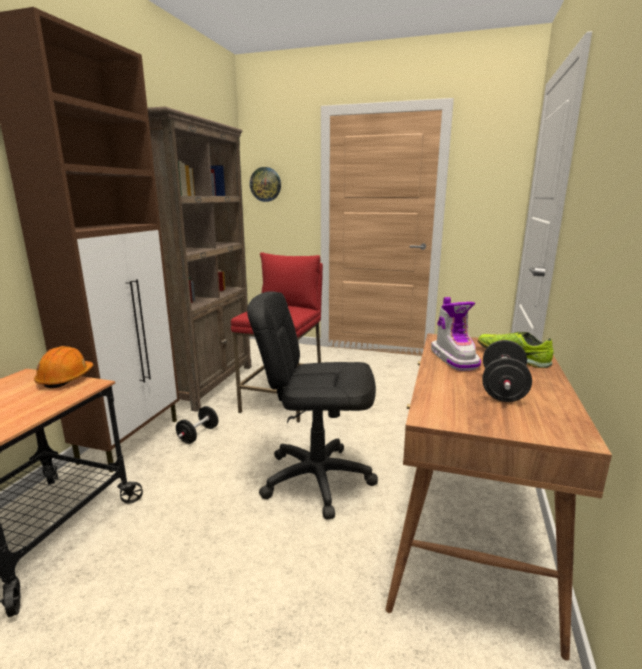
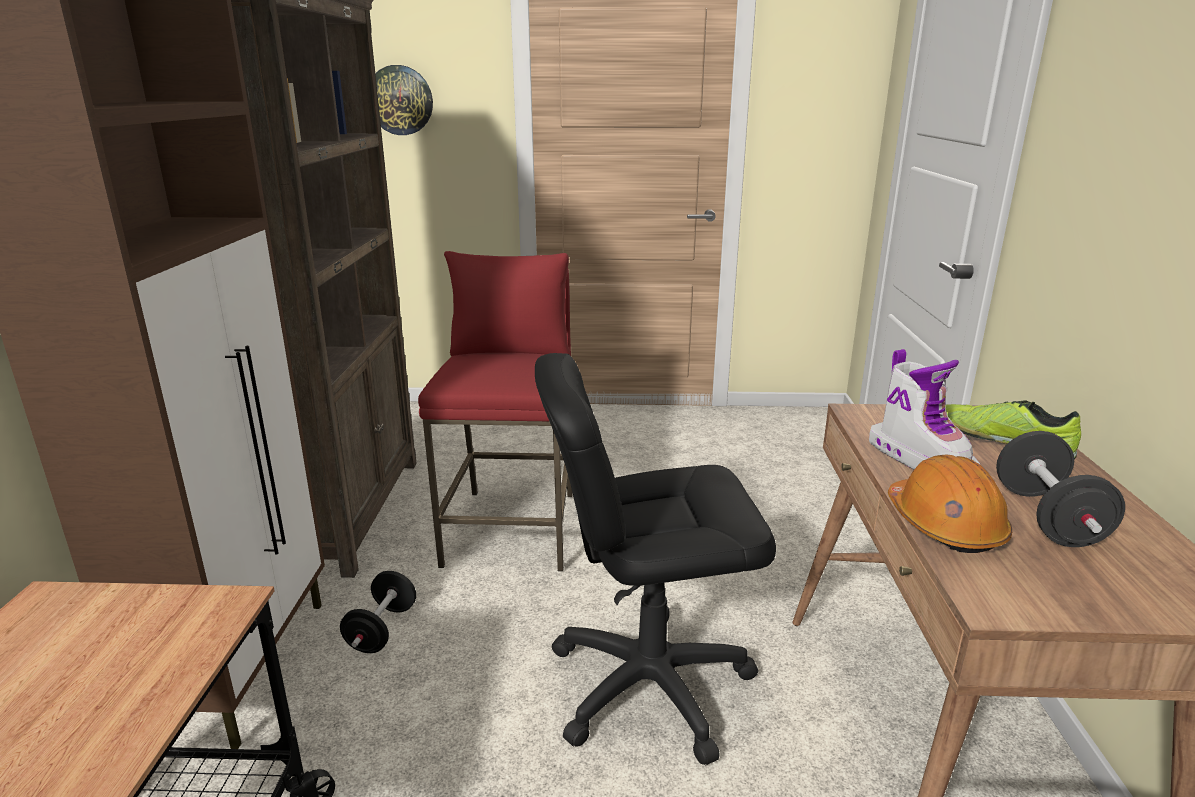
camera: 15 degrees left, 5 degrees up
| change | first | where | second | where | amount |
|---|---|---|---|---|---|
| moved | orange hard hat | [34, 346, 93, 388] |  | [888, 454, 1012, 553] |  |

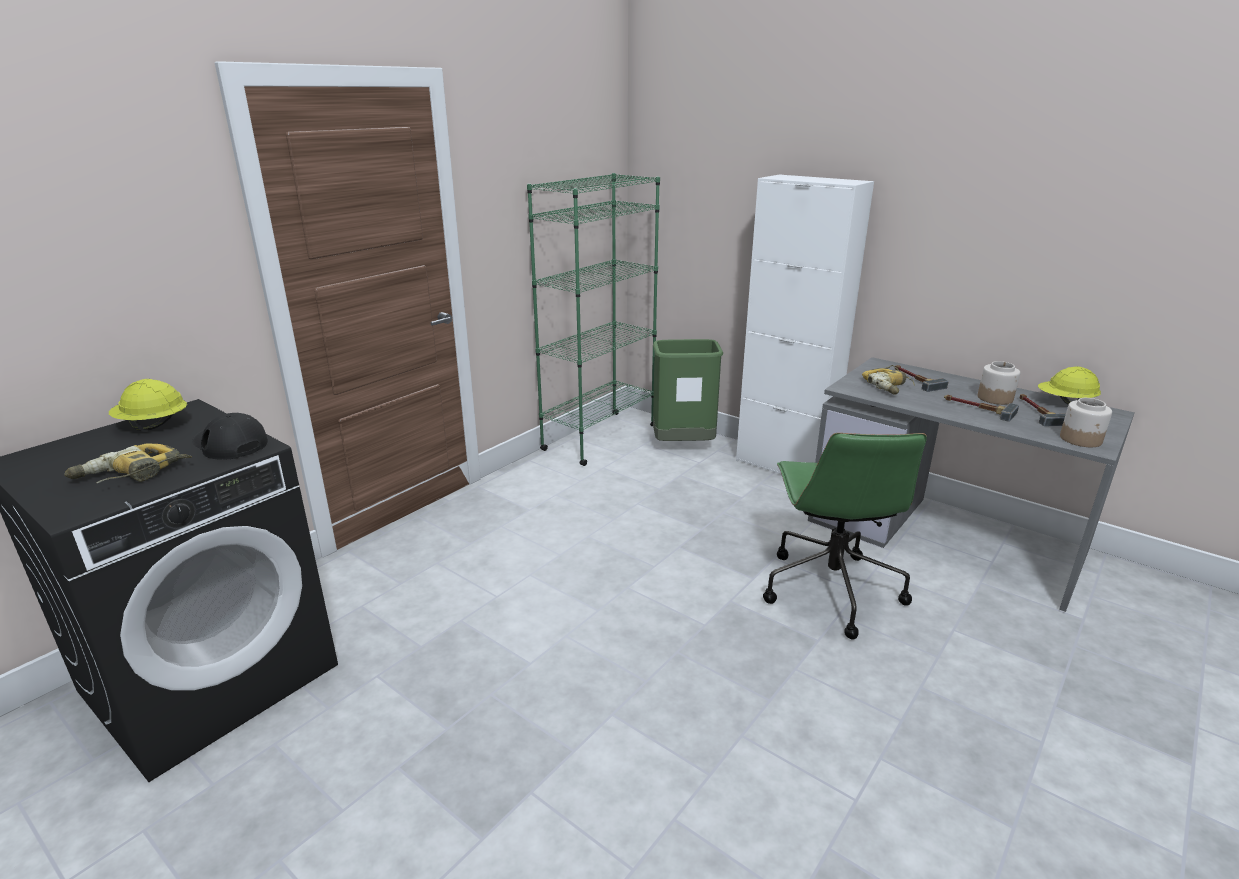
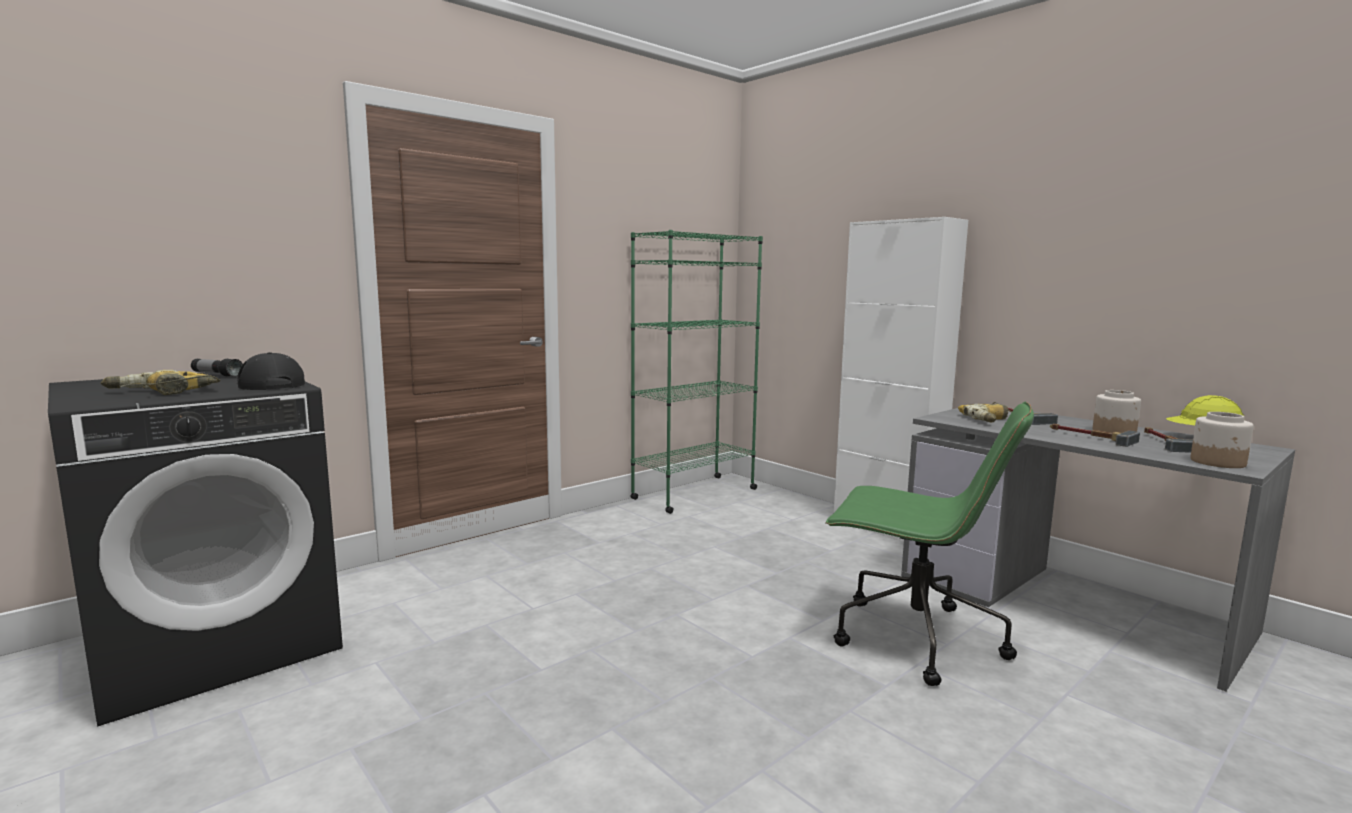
camera: 10 degrees right, 15 degrees down
| change | first | where | second | where | amount |
|---|---|---|---|---|---|
| replaced | yellow hard hat | [109, 379, 187, 431] | flashlight | [191, 359, 243, 377] |  |
| turned | green office chair | [763, 433, 927, 639] |  | [825, 402, 1034, 686] | 75 degrees counterclockwise |
| removed | green trash can | [653, 339, 723, 441] |  |  |  |

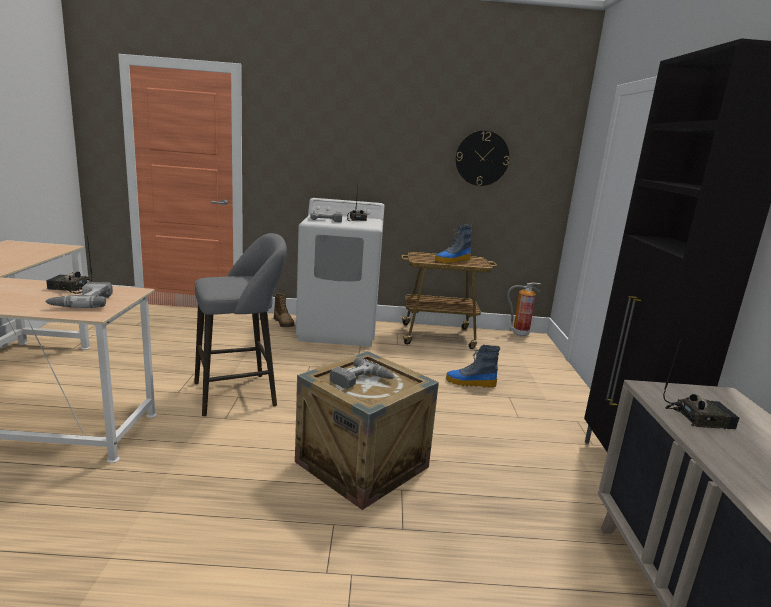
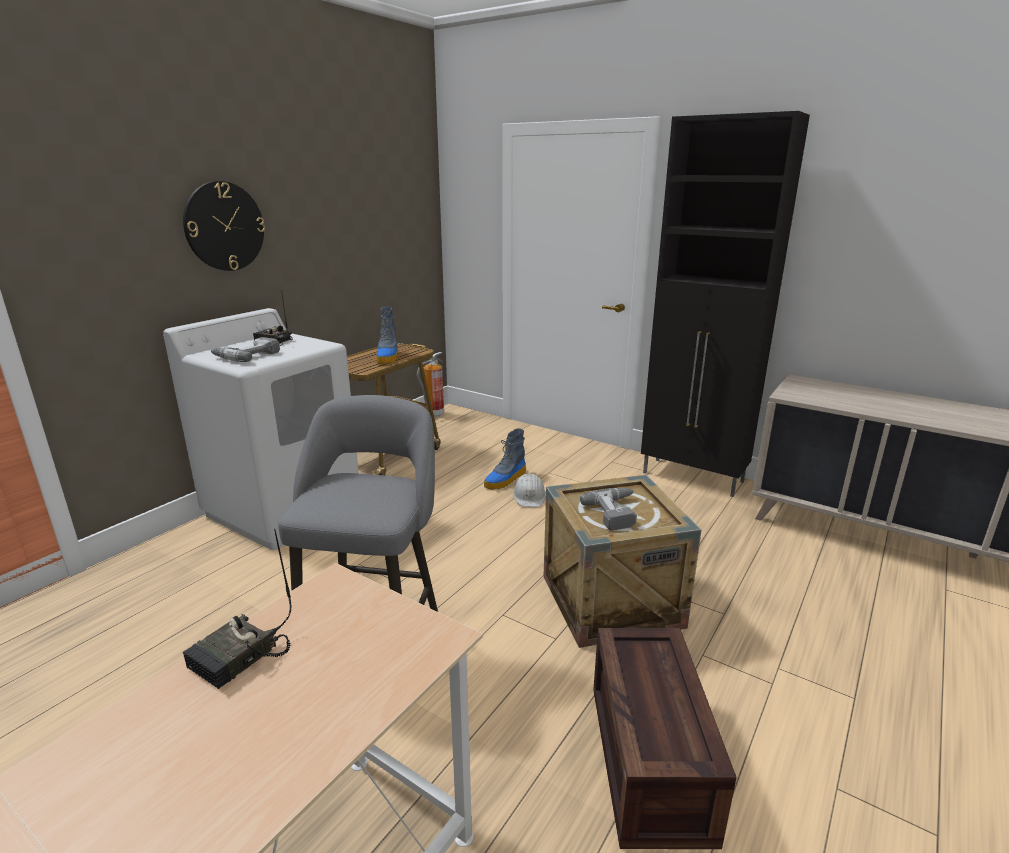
camera: 55 degrees left, 5 degrees up
| change | first | where | second | where | amount |
|---|---|---|---|---|---|
| moved | wall clock | [456, 131, 509, 186] |  | [183, 181, 265, 271] |  |
| added |  |  | white hard hat | [513, 473, 546, 507] |  |
| added |  |  | crate | [593, 628, 737, 849] |  |
| removed | power drill | [45, 282, 113, 308] |  |  |  |
| removed | boot | [274, 293, 294, 327] |  |  |  |
| removed | radio | [663, 338, 739, 429] |  |  |  |

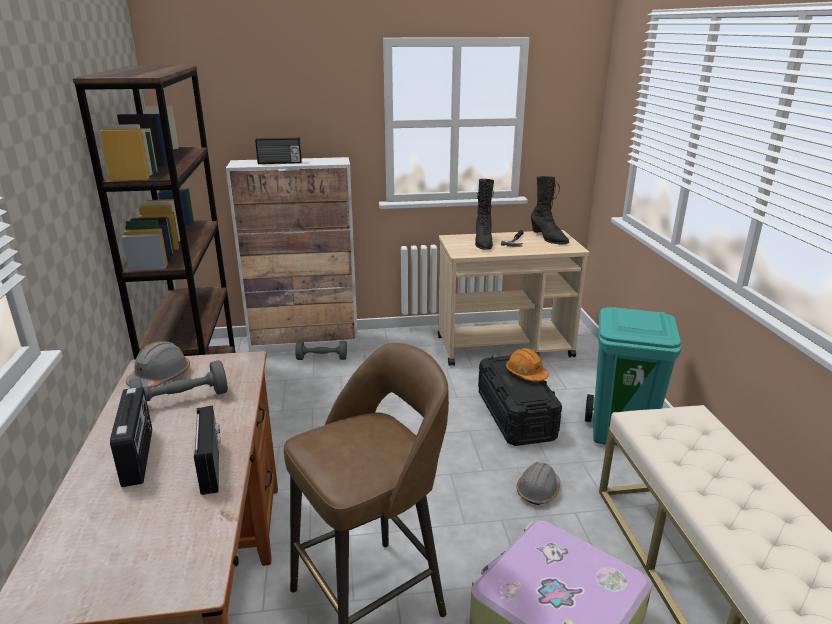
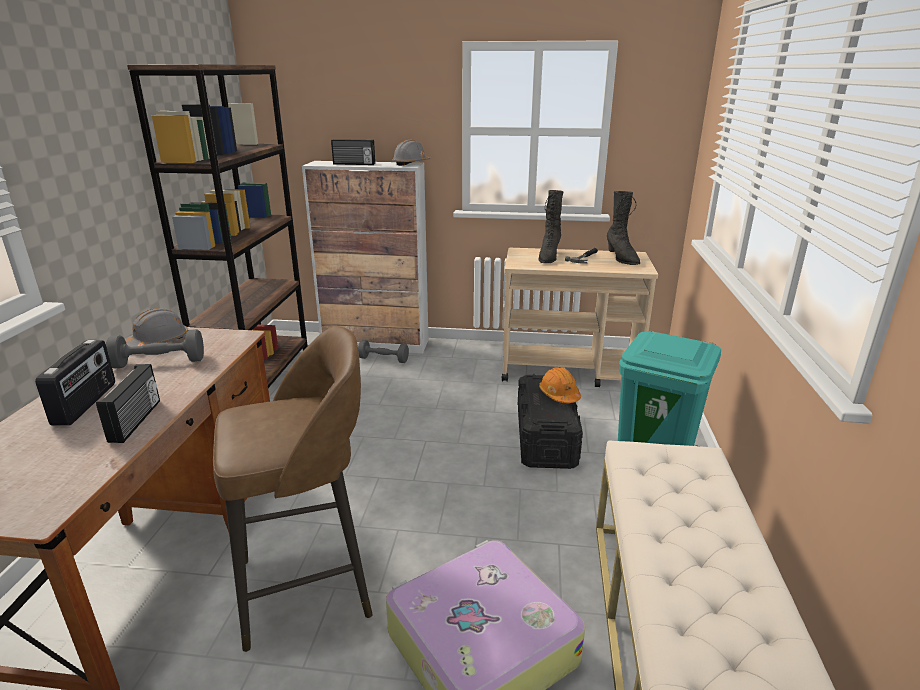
camera: 15 degrees right, 0 degrees up
| change | first | where | second | where | amount |
|---|---|---|---|---|---|
| moved | grey hard hat | [516, 462, 560, 505] |  | [392, 140, 430, 166] |  |

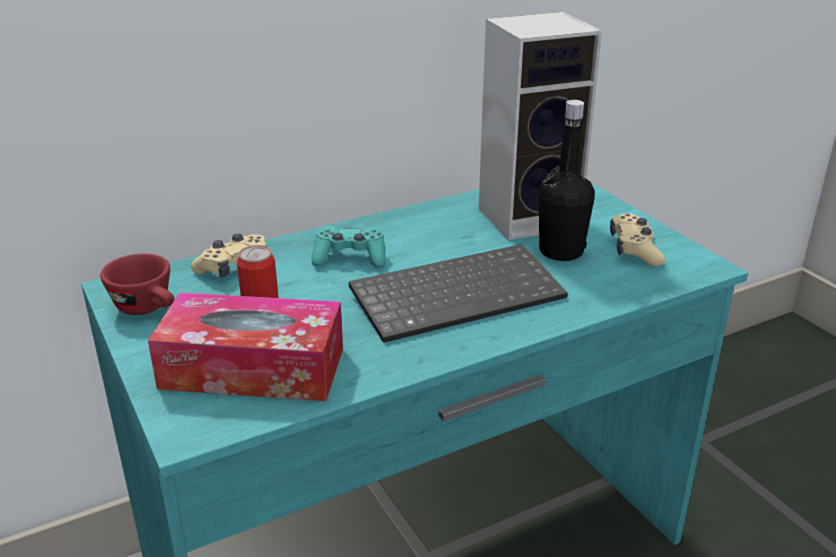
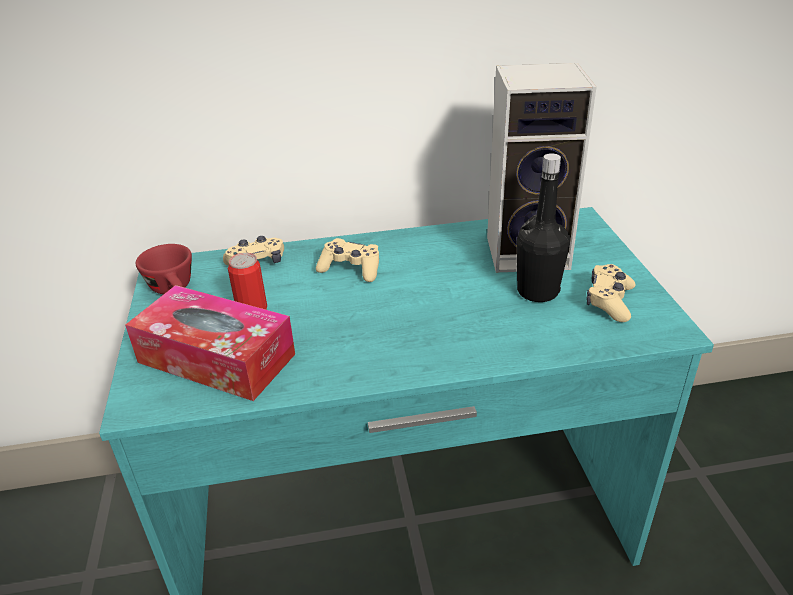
camera: 20 degrees right, 5 degrees up
| change | first | where | second | where | amount |
|---|---|---|---|---|---|
| recoloured | turquoise game controller | [312, 226, 386, 268] | beige game controller | [316, 238, 379, 282] |  |
| removed | keyboard | [349, 244, 568, 343] |  |  |  |

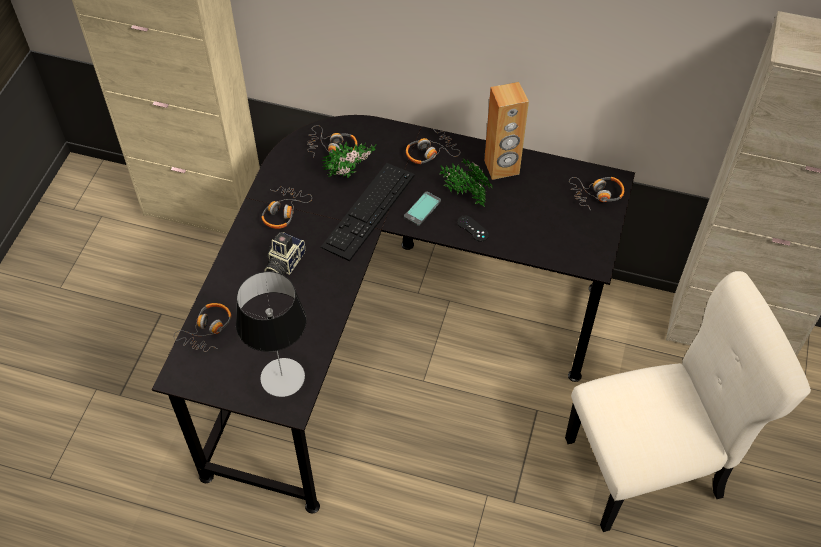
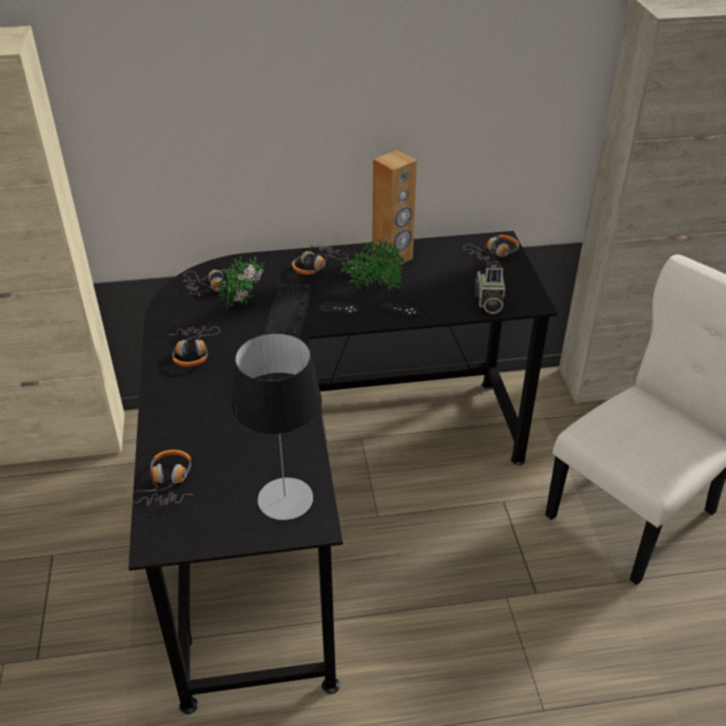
camera: 25 degrees left, 15 degrees down
| change | first | where | second | where | amount |
|---|---|---|---|---|---|
| replaced | phone | [404, 191, 441, 226] | black game controller | [319, 302, 360, 316] |  |
| moved | photo camera | [265, 232, 305, 275] |  | [475, 262, 505, 314] |  |

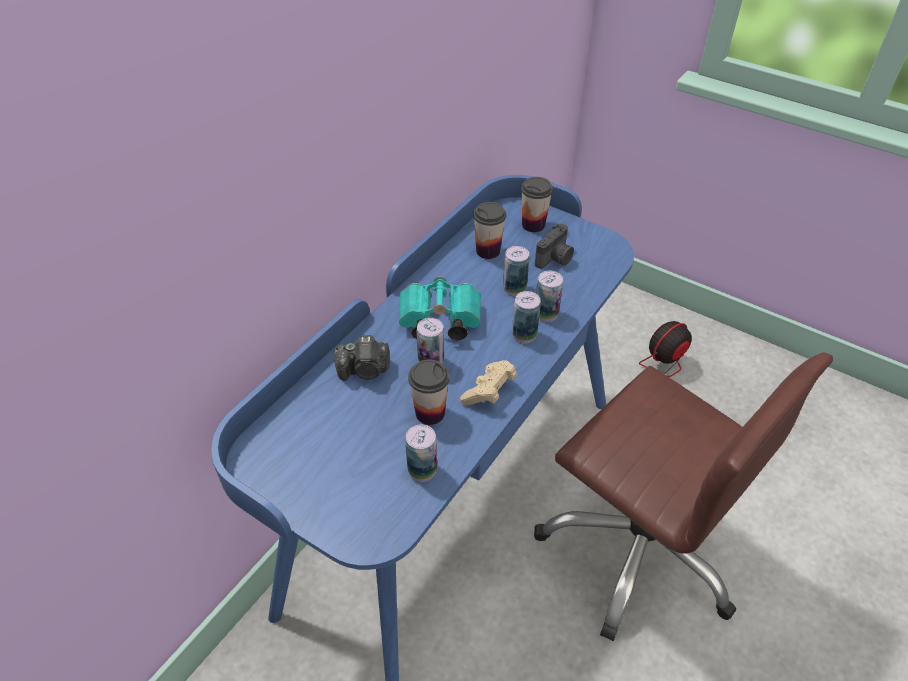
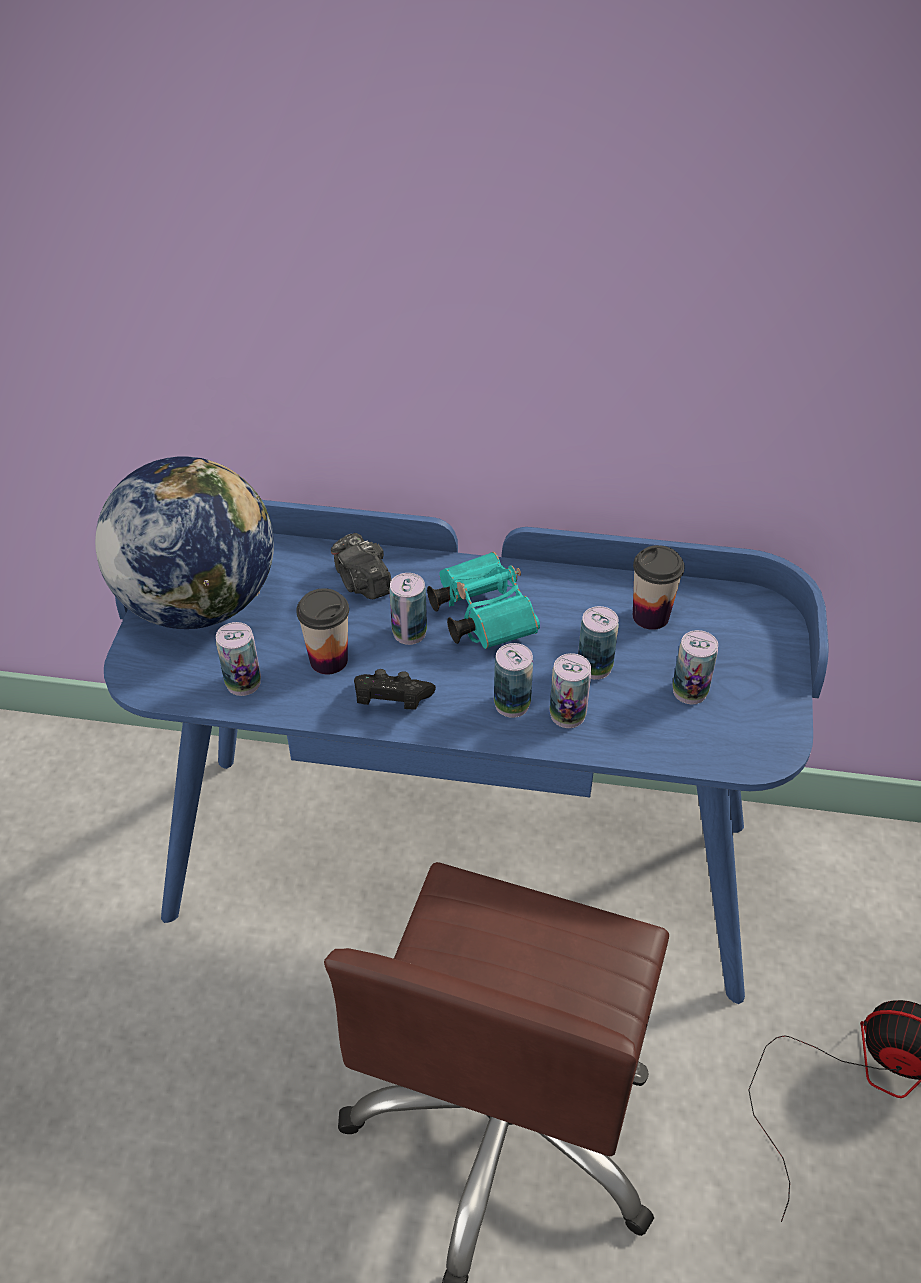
camera: 65 degrees right, 0 degrees up
| change | first | where | second | where | amount |
|---|---|---|---|---|---|
| added |  |  | globe | [95, 456, 274, 629] |  |
| recoloured | beige game controller | [460, 360, 517, 405] | black game controller | [354, 669, 436, 710] |  |
| replaced | photo camera | [535, 223, 574, 269] | can | [673, 630, 718, 704] |  |
| removed | cup | [521, 177, 553, 232] |  |  |  |

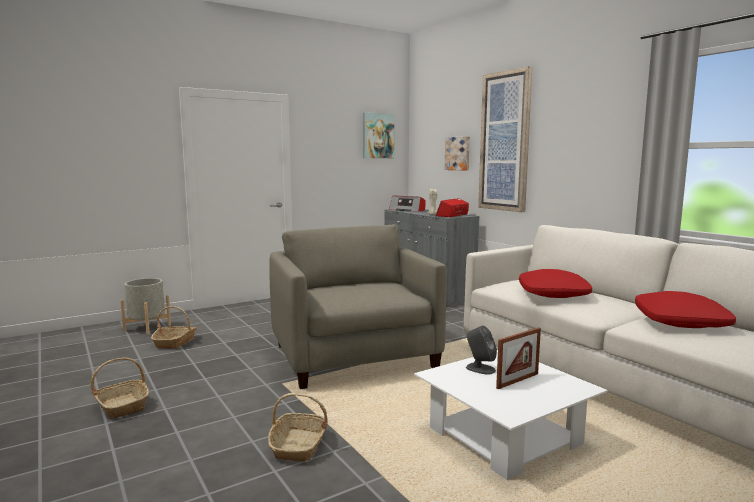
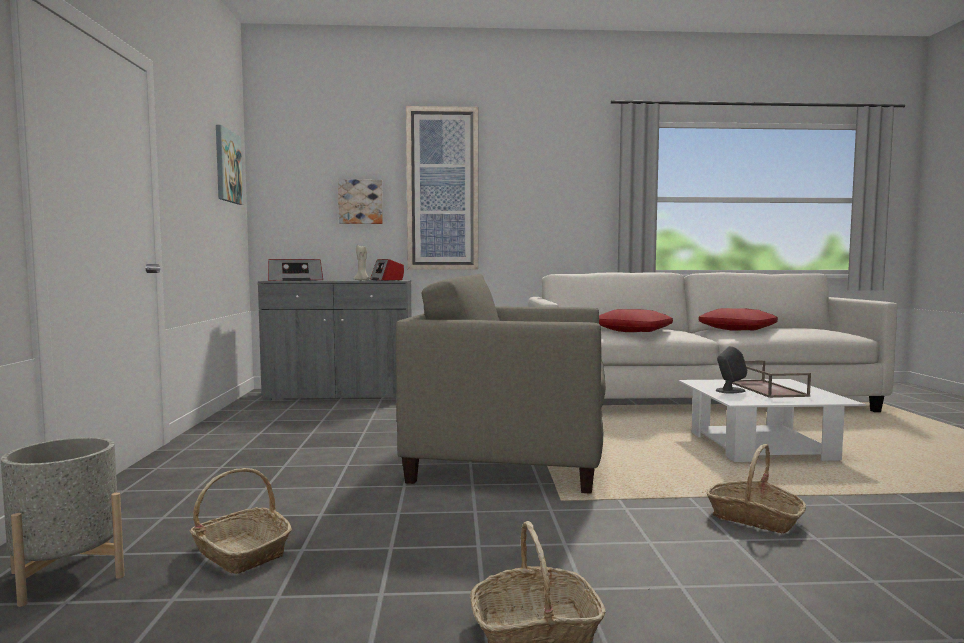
camera: 60 degrees left, 5 degrees down
| change | first | where | second | where | amount |
|---|---|---|---|---|---|
| replaced | picture frame | [496, 327, 541, 389] | brown tray | [732, 360, 811, 398] |  |

